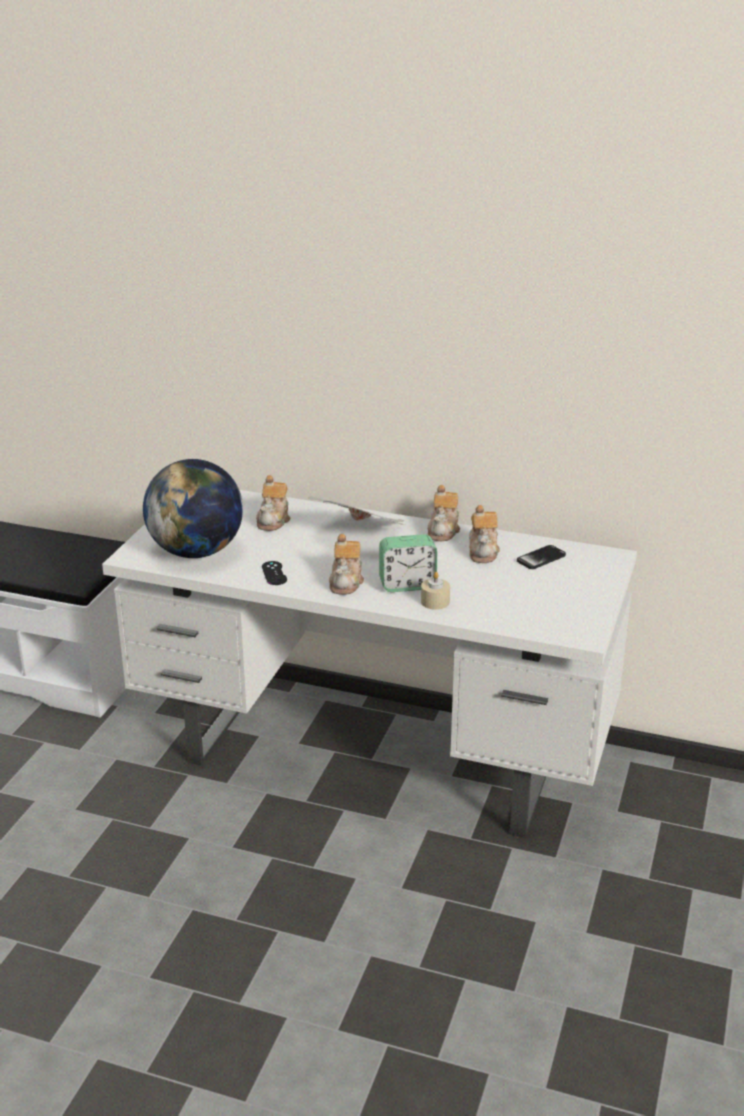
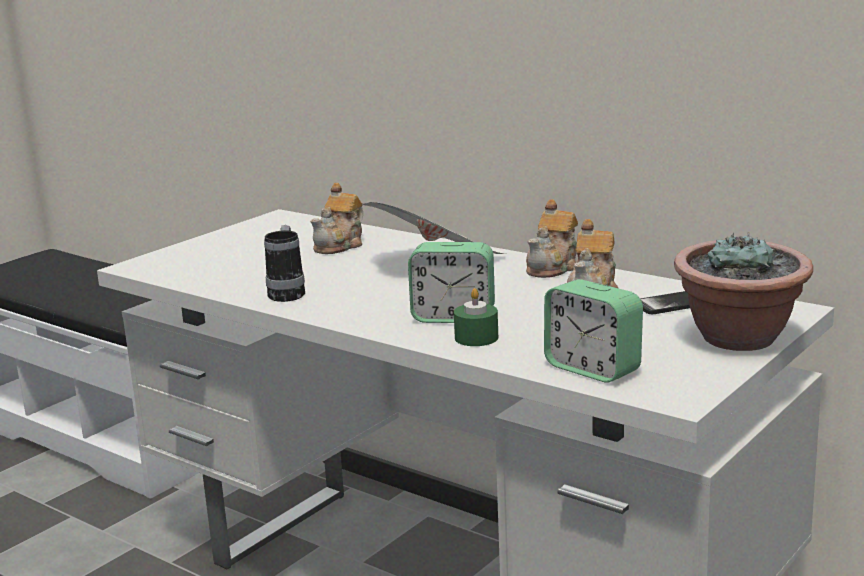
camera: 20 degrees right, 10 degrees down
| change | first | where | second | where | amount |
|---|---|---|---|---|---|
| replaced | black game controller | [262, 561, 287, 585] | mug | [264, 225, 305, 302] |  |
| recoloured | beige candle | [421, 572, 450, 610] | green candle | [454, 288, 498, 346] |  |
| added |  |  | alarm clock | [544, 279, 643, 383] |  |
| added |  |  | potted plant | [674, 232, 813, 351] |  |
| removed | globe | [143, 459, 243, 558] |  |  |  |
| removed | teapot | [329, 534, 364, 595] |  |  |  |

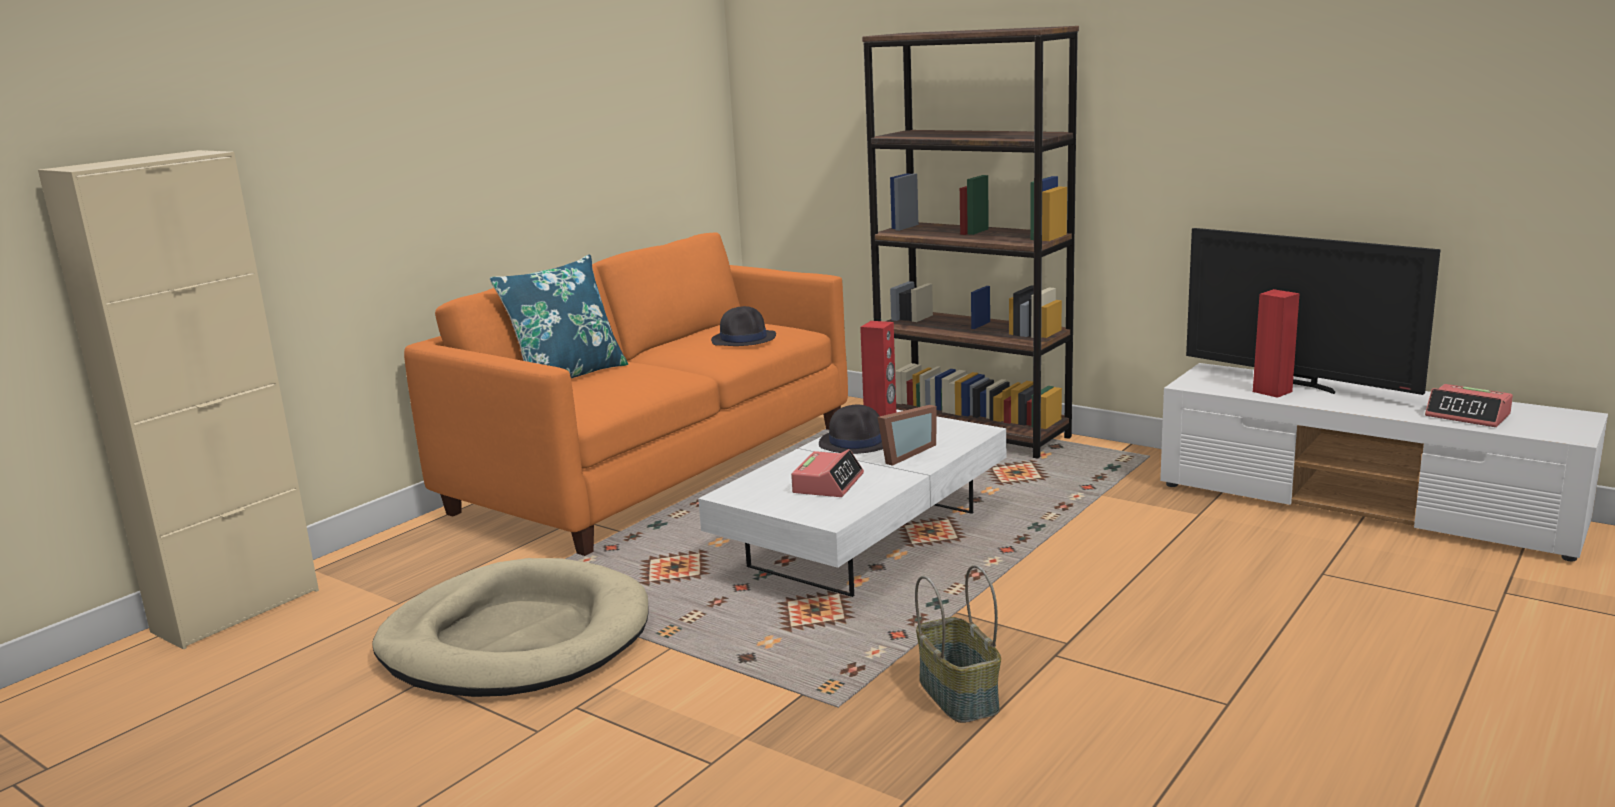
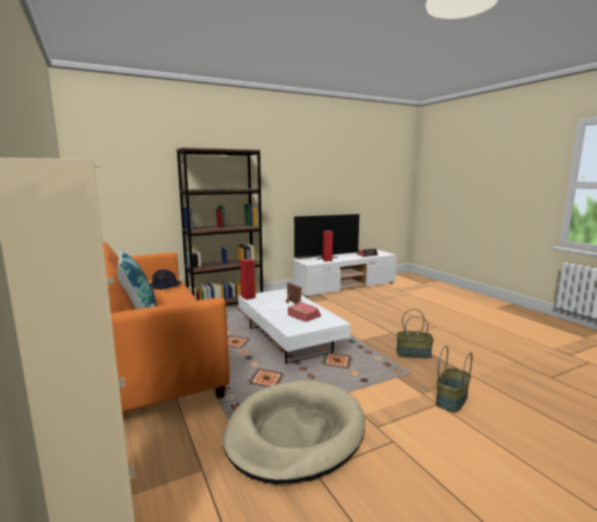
camera: 65 degrees left, 5 degrees down
| change | first | where | second | where | amount |
|---|---|---|---|---|---|
| added |  |  | basket | [436, 346, 472, 413] |  |
| removed | black hat | [819, 404, 883, 454] |  |  |  |

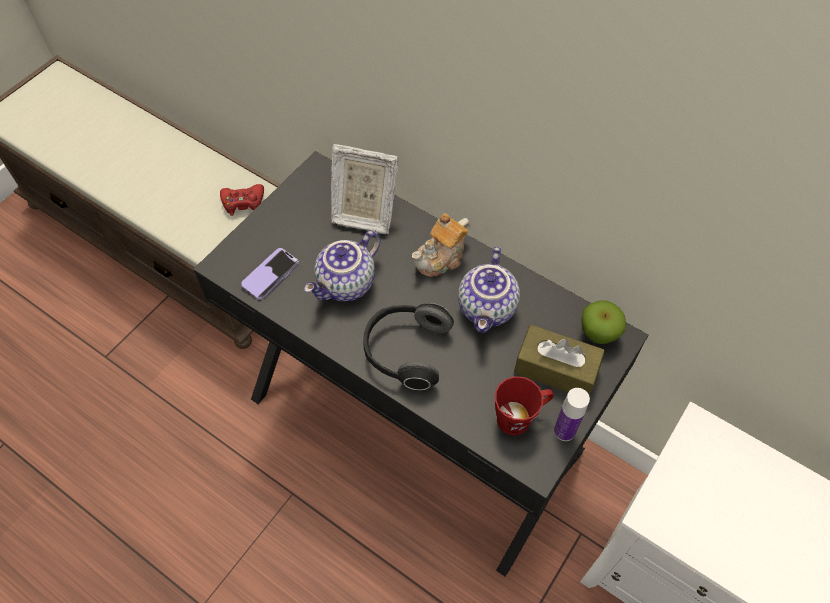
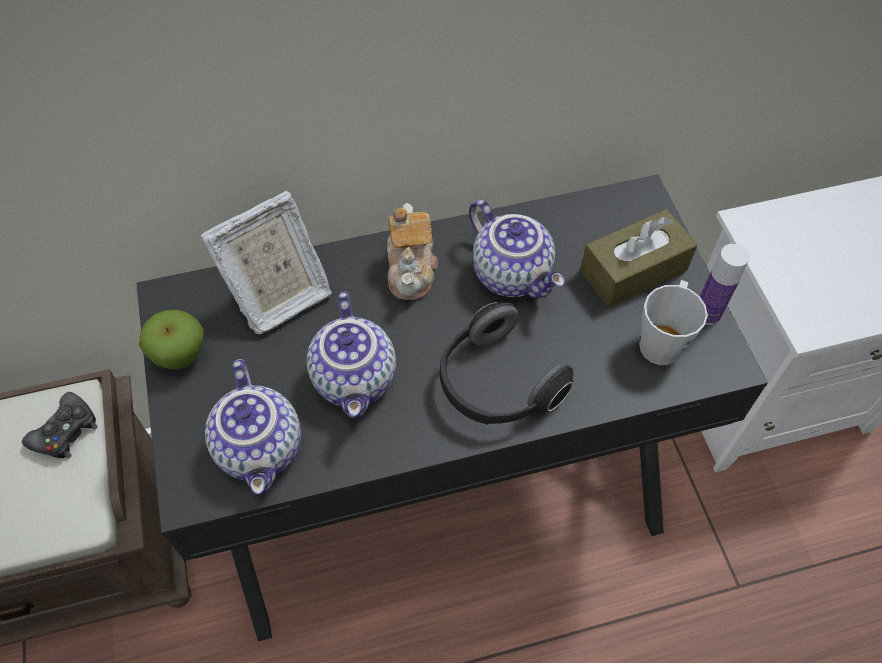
camera: 50 degrees left, 0 degrees up
| change | first | where | second | where | amount |
|---|---|---|---|---|---|
| recoloured | red game controller | [220, 184, 264, 216] | black game controller | [22, 392, 98, 459] |  |
| moved | apple | [581, 301, 626, 344] |  | [139, 310, 204, 370] |  |
| replaced | phone | [241, 248, 299, 300] | teapot | [205, 359, 301, 494] |  |
| recoloured | red mug | [495, 376, 554, 436] | grey mug | [639, 280, 708, 365] |  |

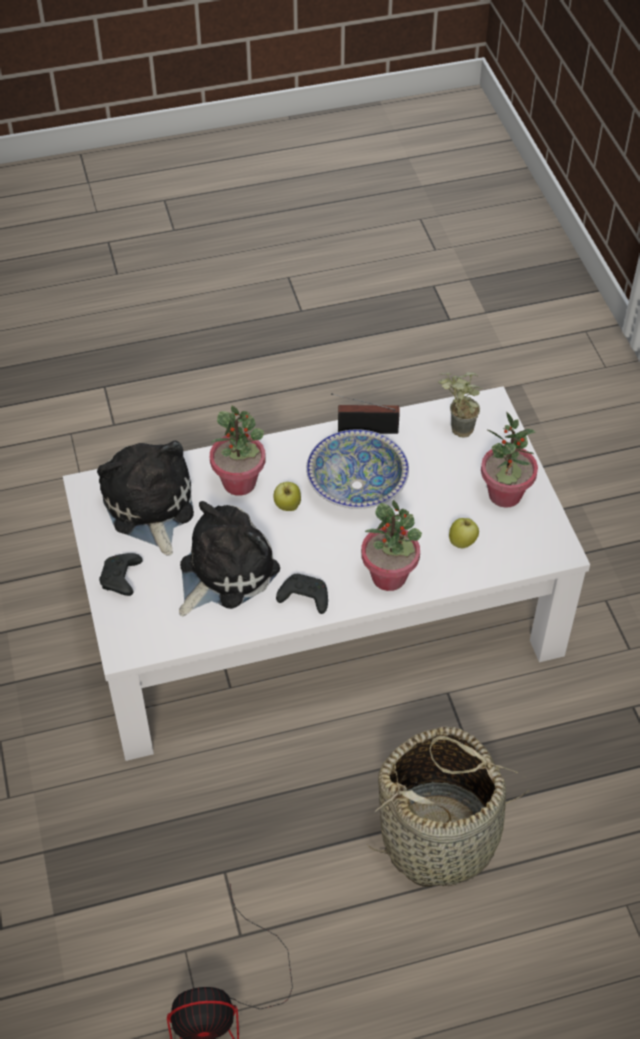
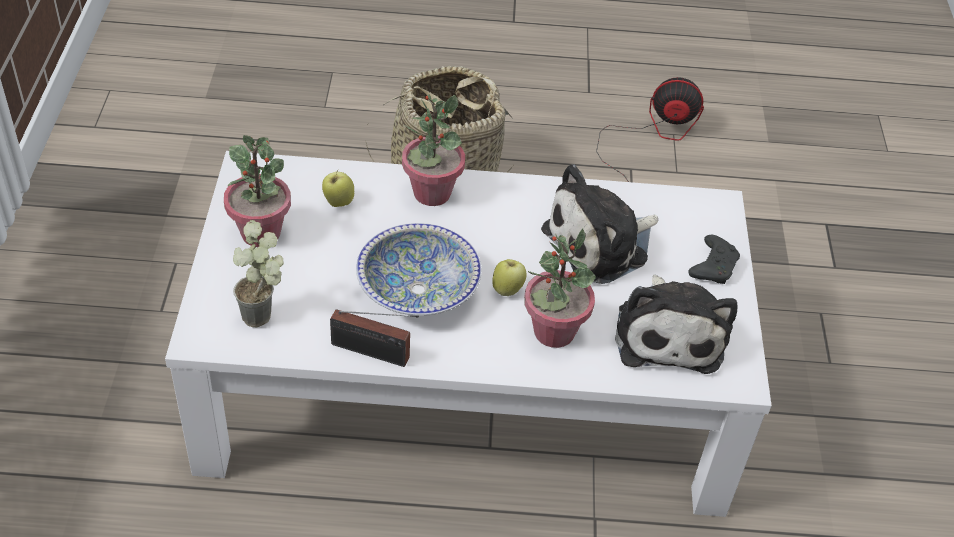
camera: 165 degrees left, 5 degrees down
| change | first | where | second | where | amount |
|---|---|---|---|---|---|
| removed | black game controller | [276, 574, 328, 614] |  |  |  |

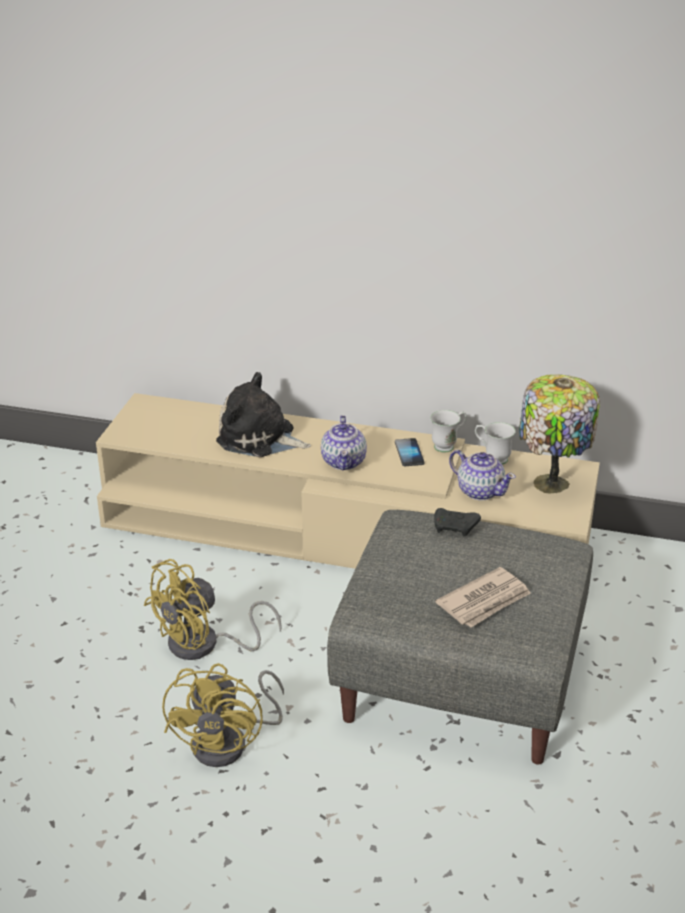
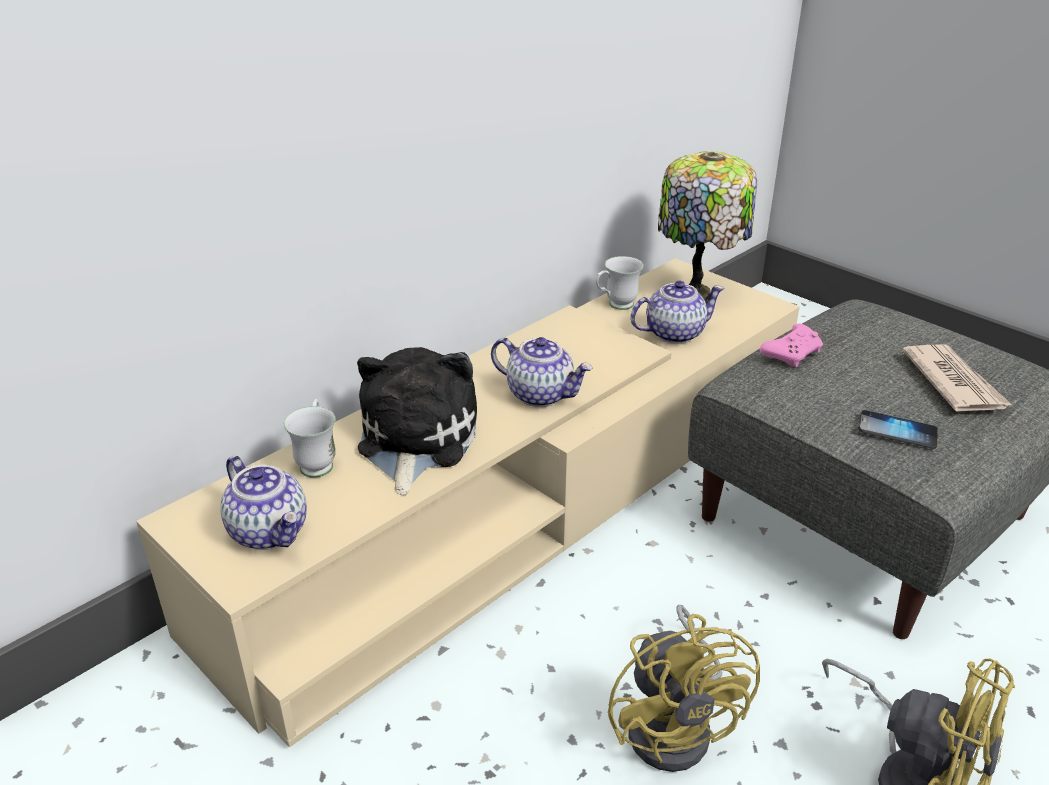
camera: 60 degrees left, 0 degrees up
| change | first | where | second | where | amount |
|---|---|---|---|---|---|
| added |  |  | teapot | [220, 456, 307, 550] |  |
| moved | white mug | [430, 410, 467, 452] |  | [284, 399, 336, 478] |  |
| turned | plush toy | [216, 372, 311, 457] |  | [357, 347, 477, 495] | 135 degrees clockwise |
| recoloured | black game controller | [434, 508, 481, 537] | pink game controller | [760, 324, 823, 367] |  |
| moved | phone | [395, 438, 425, 466] |  | [859, 410, 938, 449] |  |

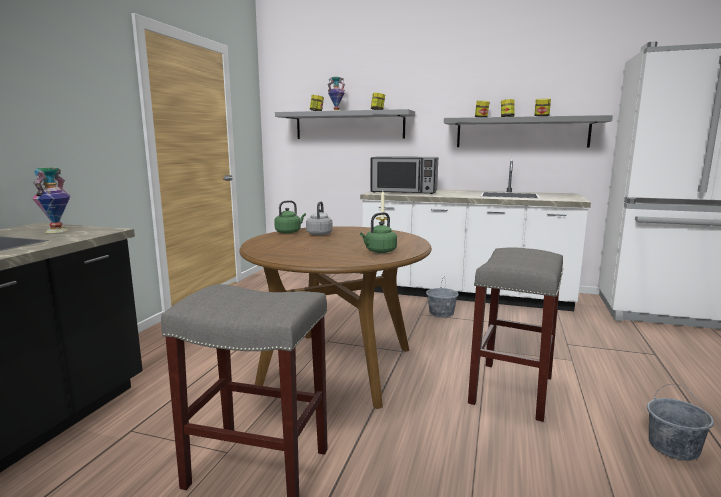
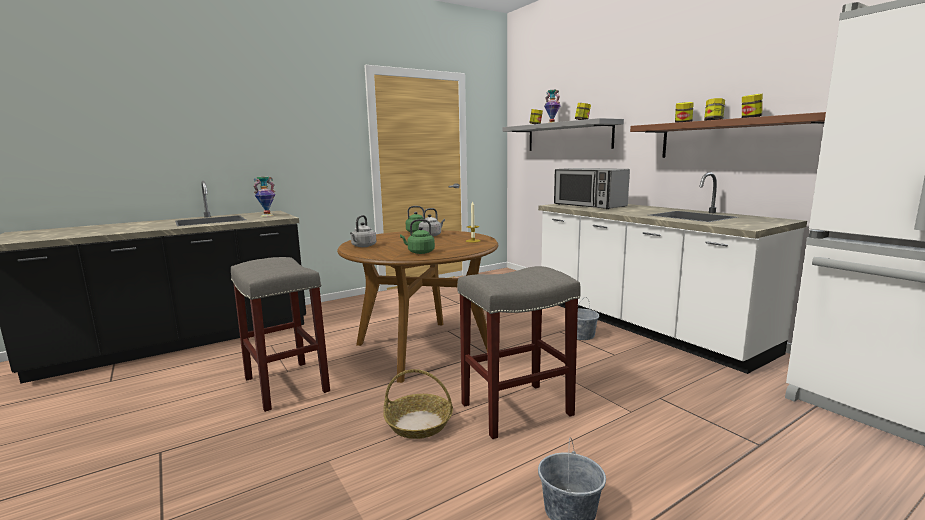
camera: 40 degrees right, 0 degrees up
| change | first | where | second | where | amount |
|---|---|---|---|---|---|
| added |  |  | grey kettle | [350, 215, 376, 247] |  |
| added |  |  | basket | [383, 369, 453, 439] |  |
| recoloured | grey shelf | [444, 115, 613, 147] | brown shelf | [630, 112, 826, 158] |  |

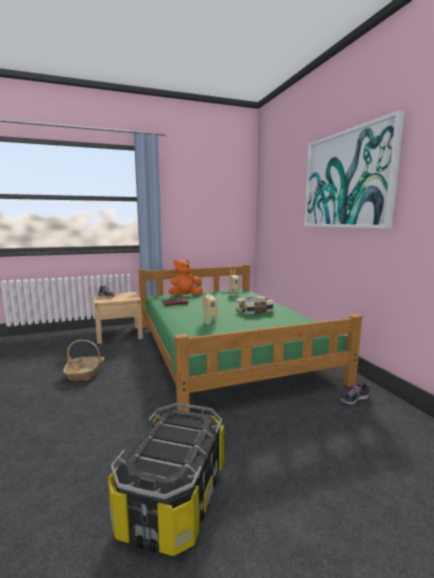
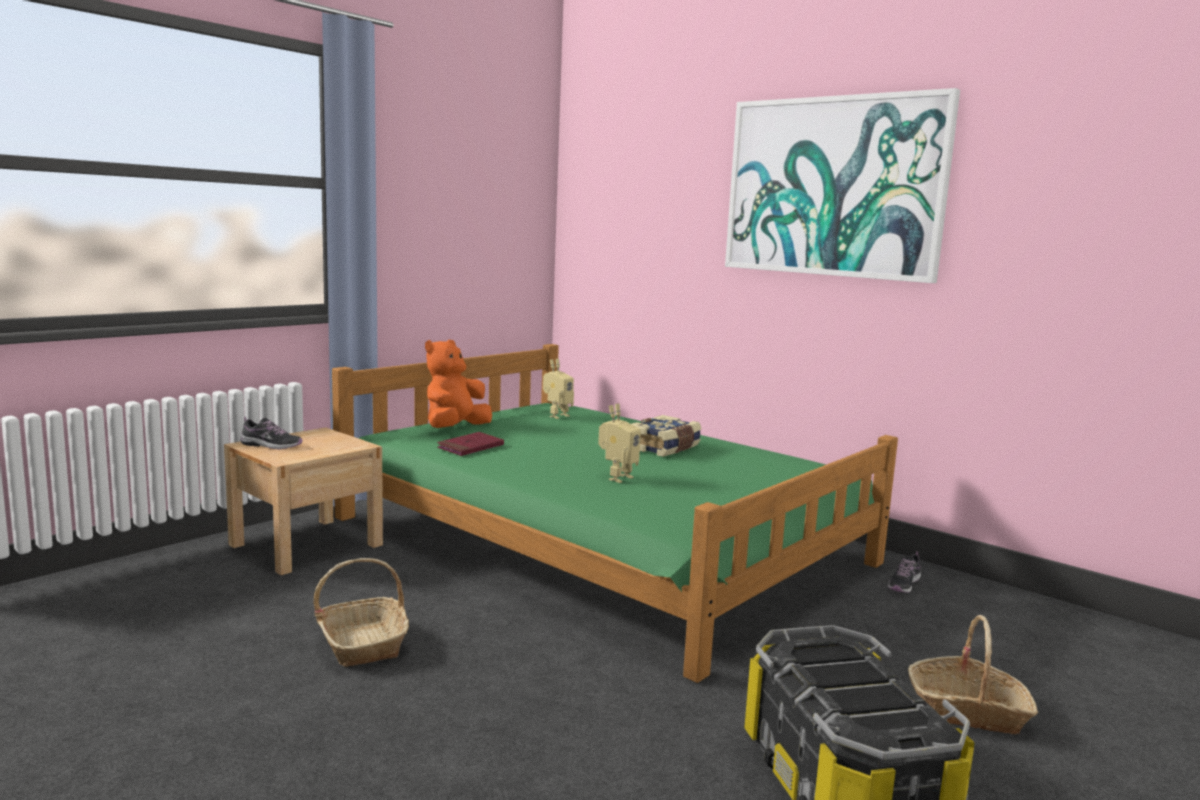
camera: 30 degrees left, 0 degrees up
| change | first | where | second | where | amount |
|---|---|---|---|---|---|
| added |  |  | basket | [908, 615, 1038, 734] |  |

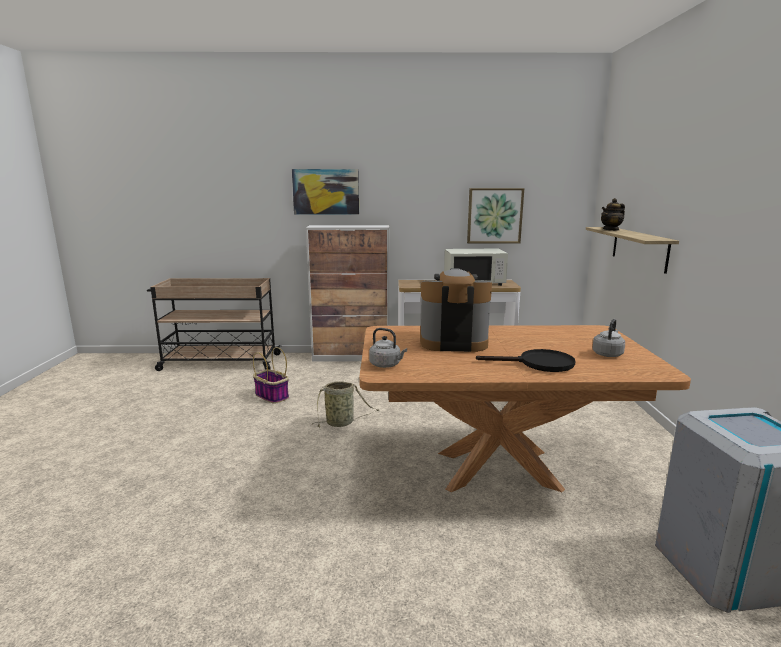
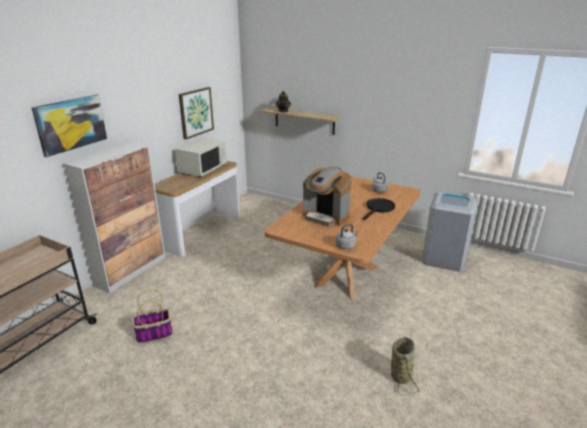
camera: 60 degrees left, 10 degrees up
| change | first | where | second | where | amount |
|---|---|---|---|---|---|
| turned | coffee machine | [420, 268, 492, 352] |  | [303, 167, 352, 227] | 90 degrees counterclockwise |
| moved | basket | [312, 381, 379, 427] |  | [391, 337, 421, 395] |  |

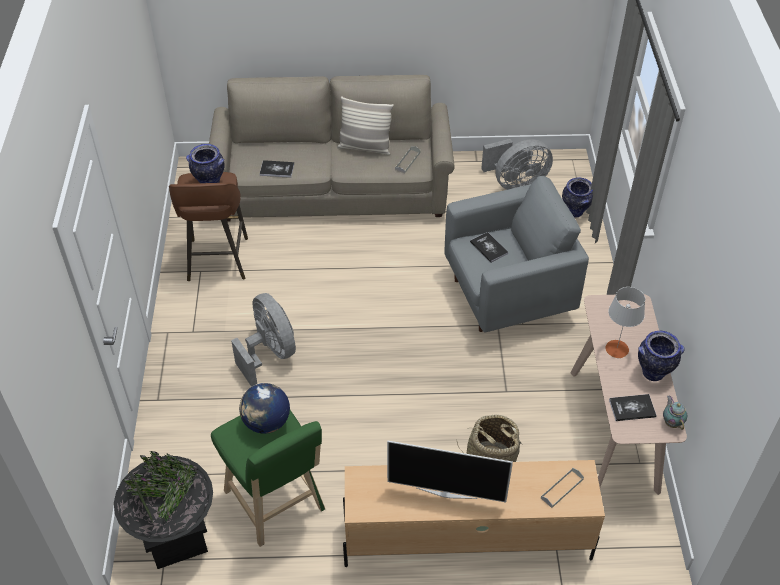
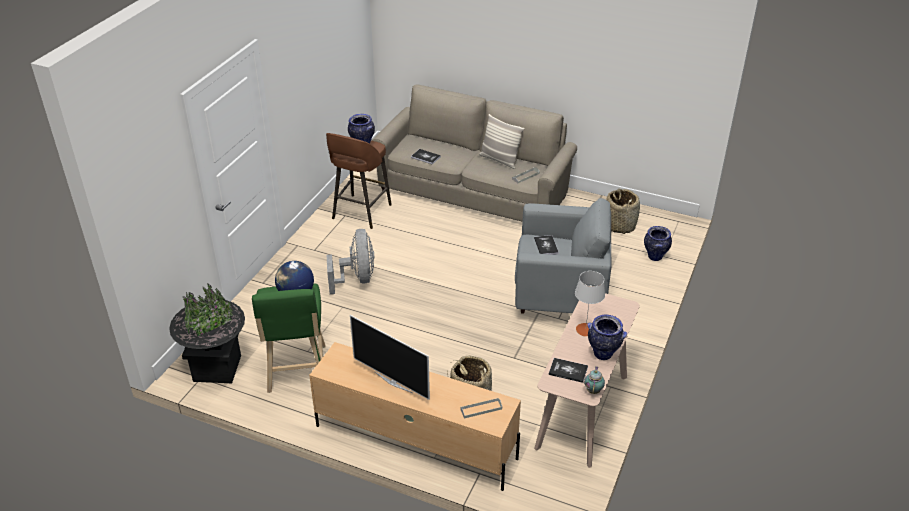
camera: 25 degrees right, 10 degrees down
| change | first | where | second | where | amount |
|---|---|---|---|---|---|
| replaced | grey fan | [481, 139, 553, 190] | basket | [606, 188, 640, 234] |  |

